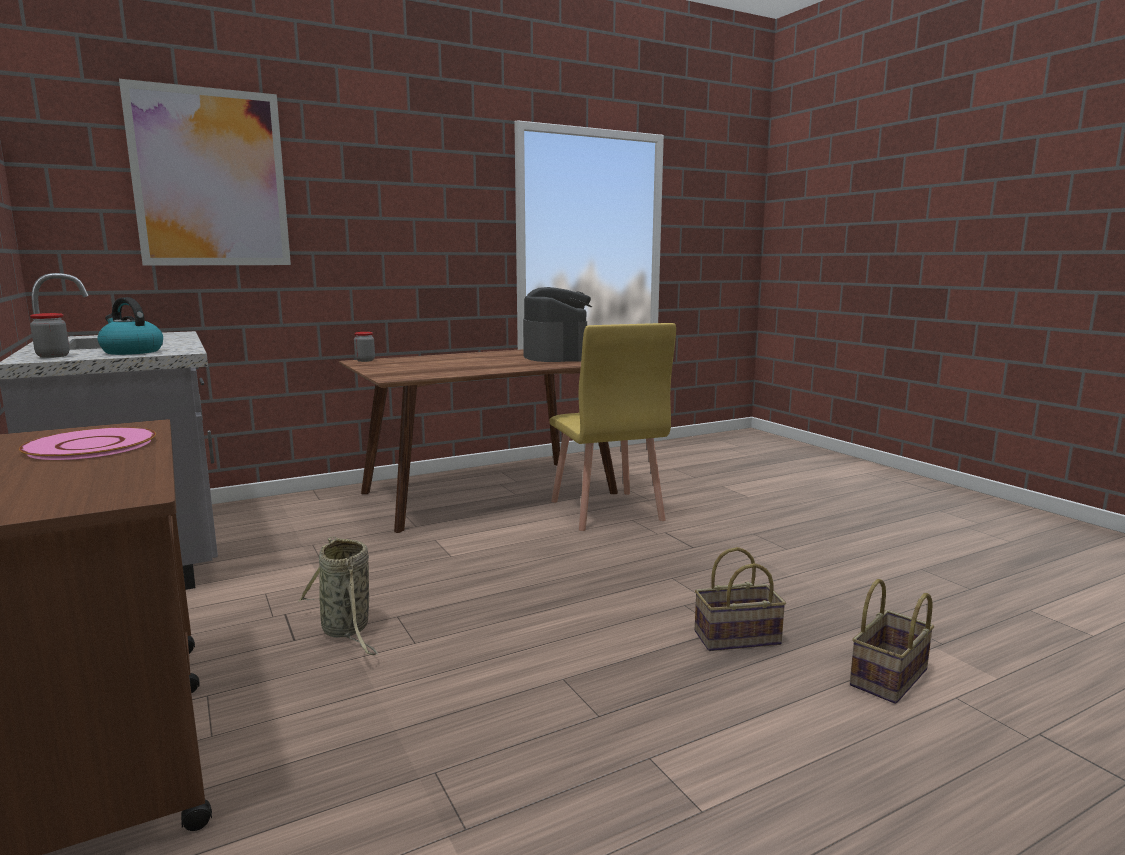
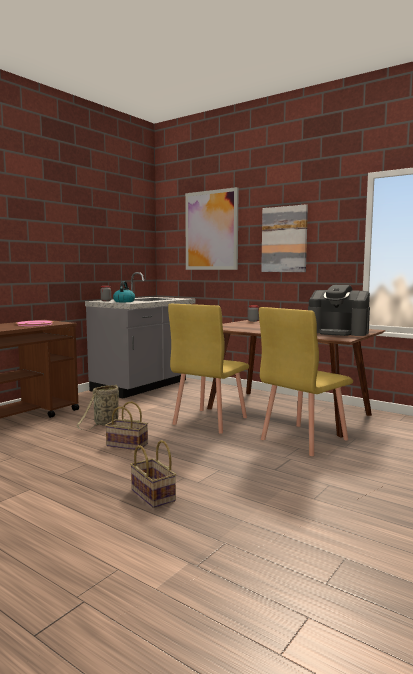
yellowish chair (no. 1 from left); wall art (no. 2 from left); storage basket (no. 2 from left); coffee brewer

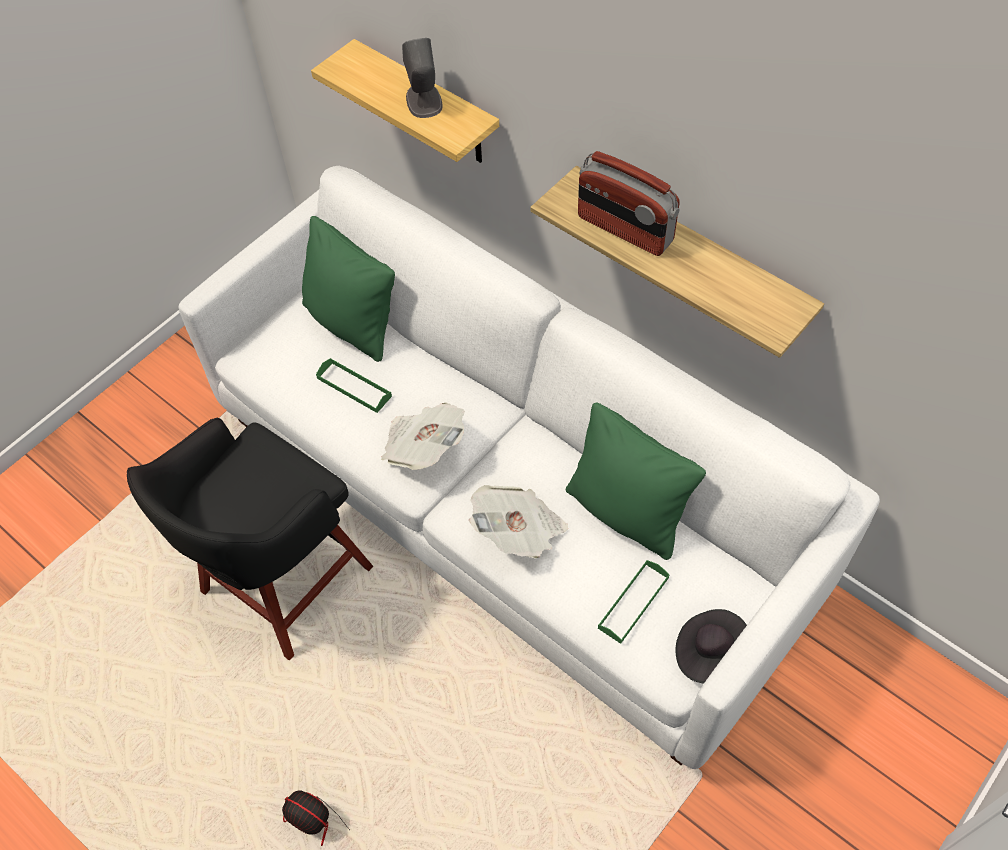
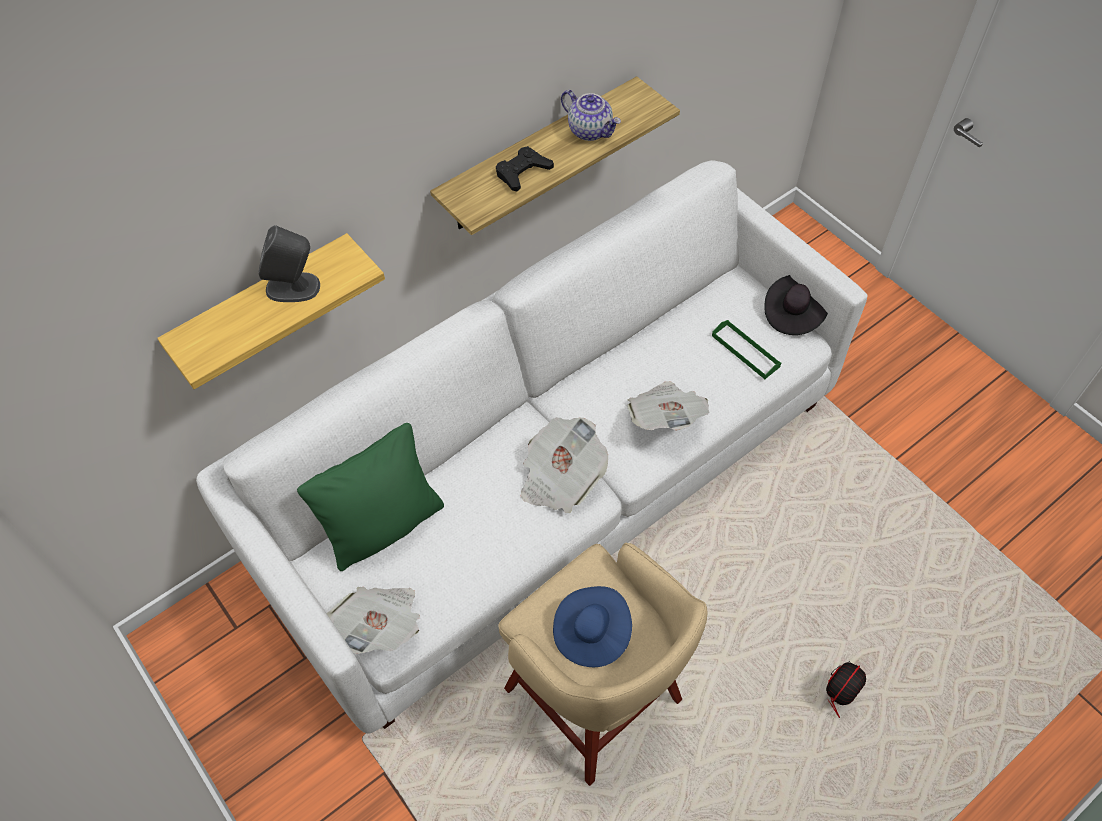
green serving tray (no. 1 from left in the first image); green throw pillow (no. 2 from left in the first image); daily paper (no. 1 from left); bluish wearable hat; tea pot; blackish gamepad; sand-coloured stool

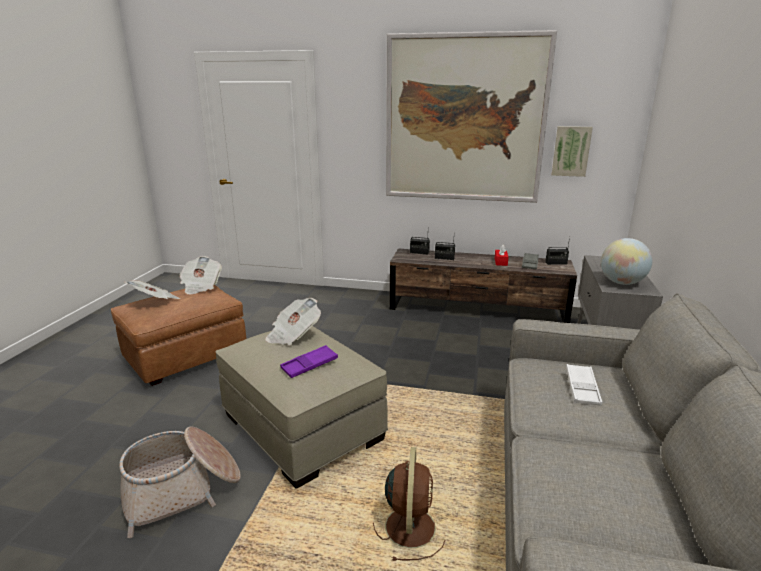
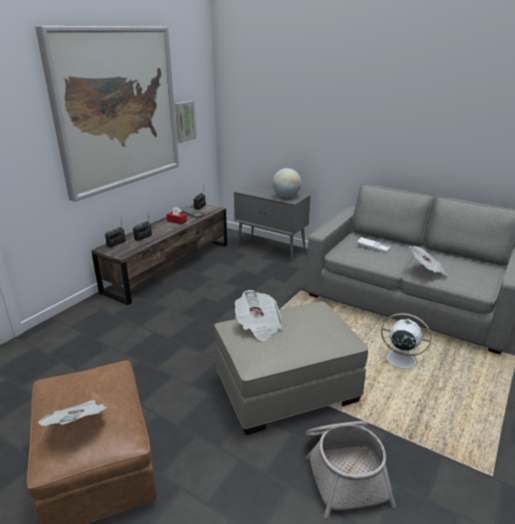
purple serving tray; daily paper (no. 3 from left); white-coloured fan

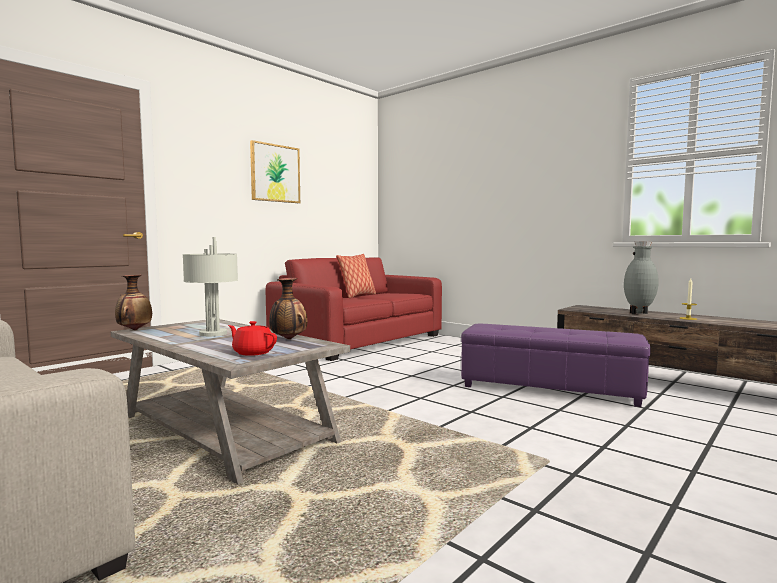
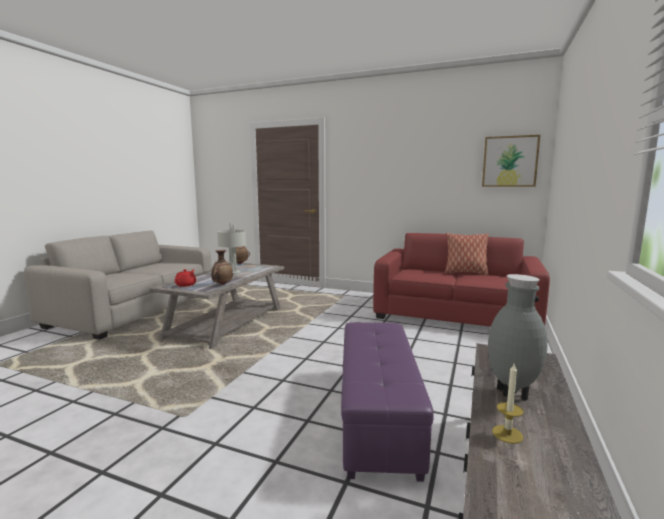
wall art

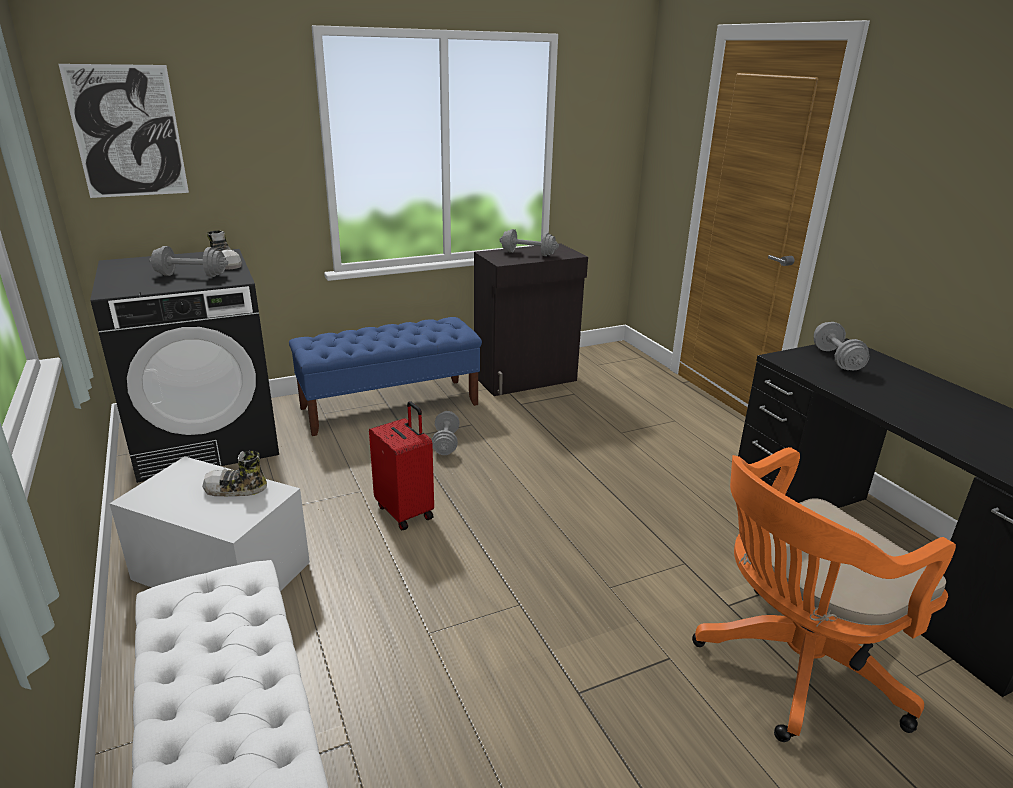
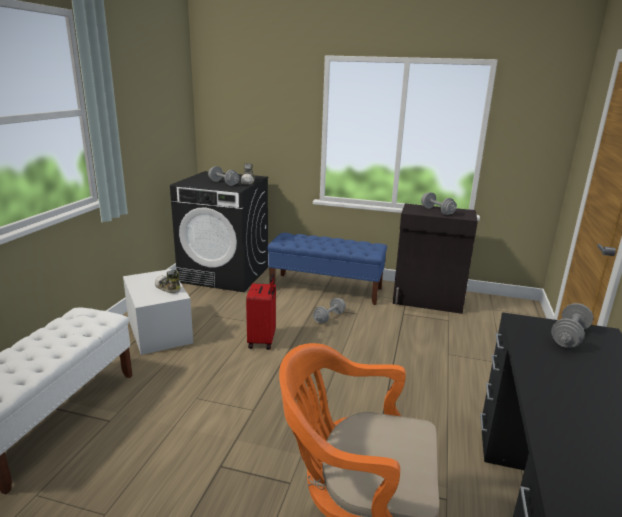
wall art

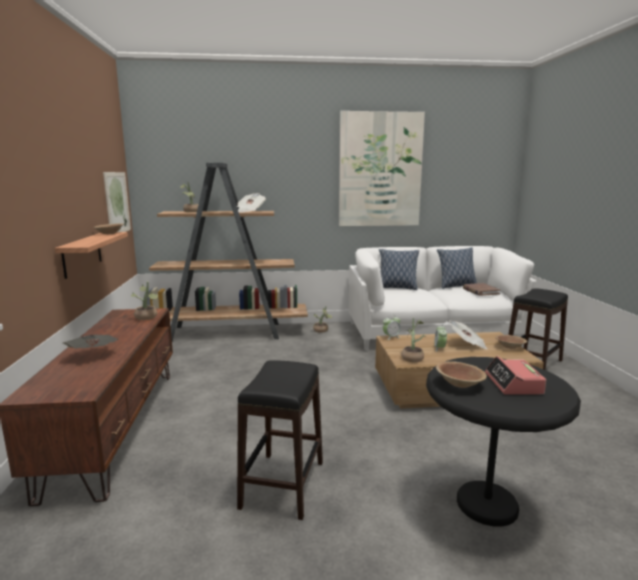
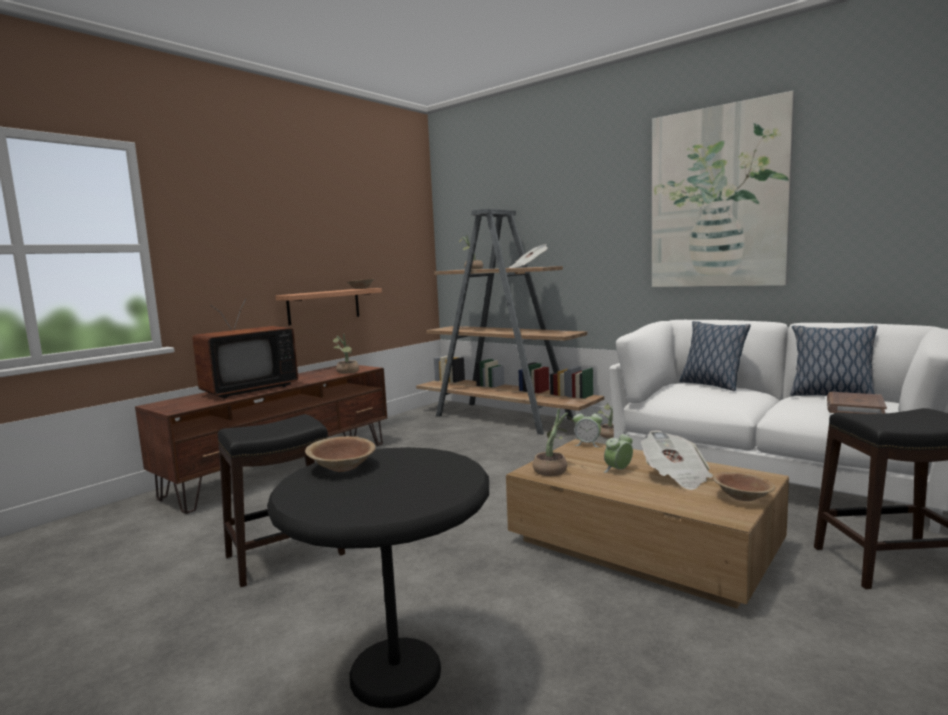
wall art (no. 1 from left in the first image); table clock (no. 3 from left in the first image); TV

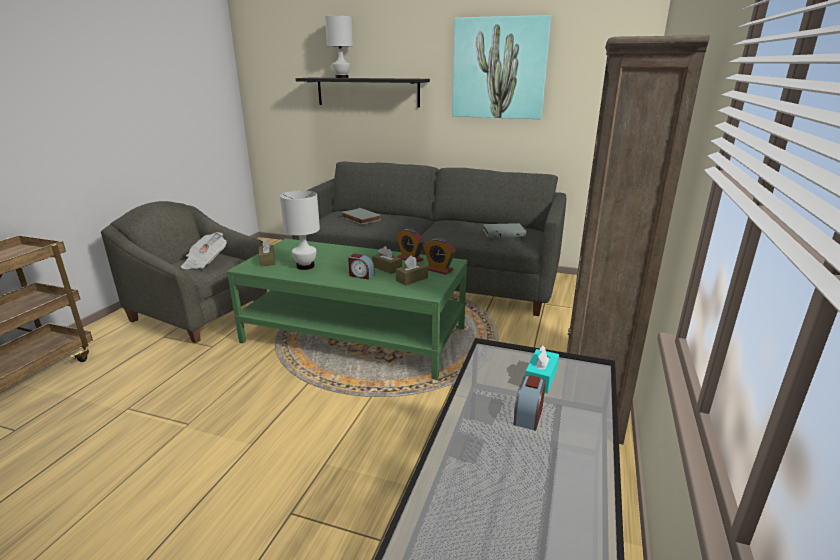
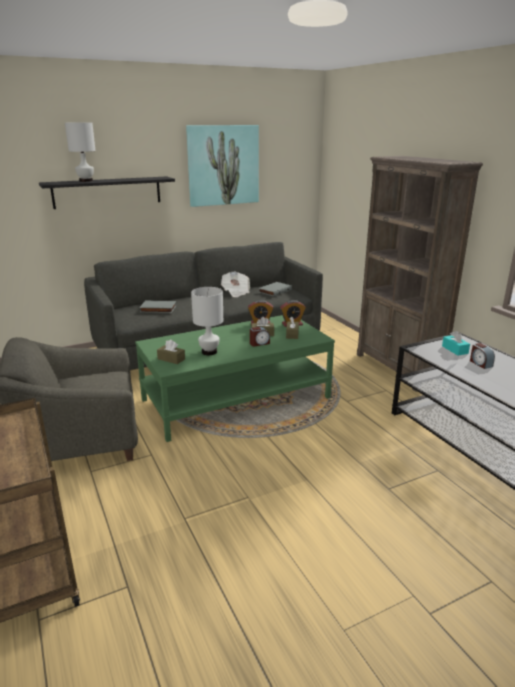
daily paper

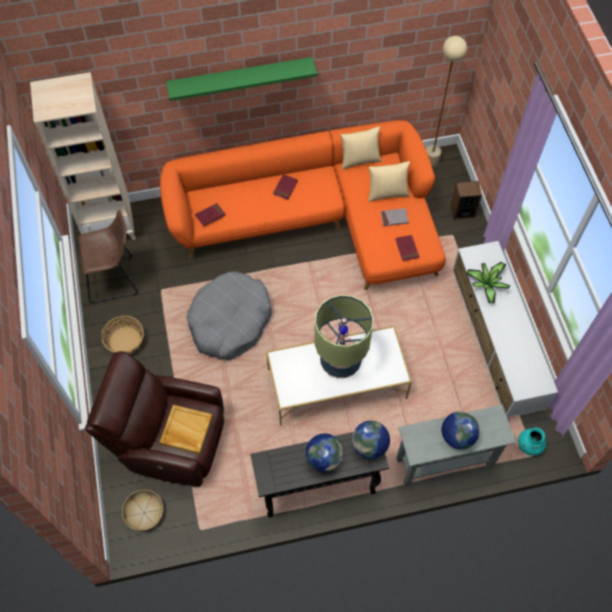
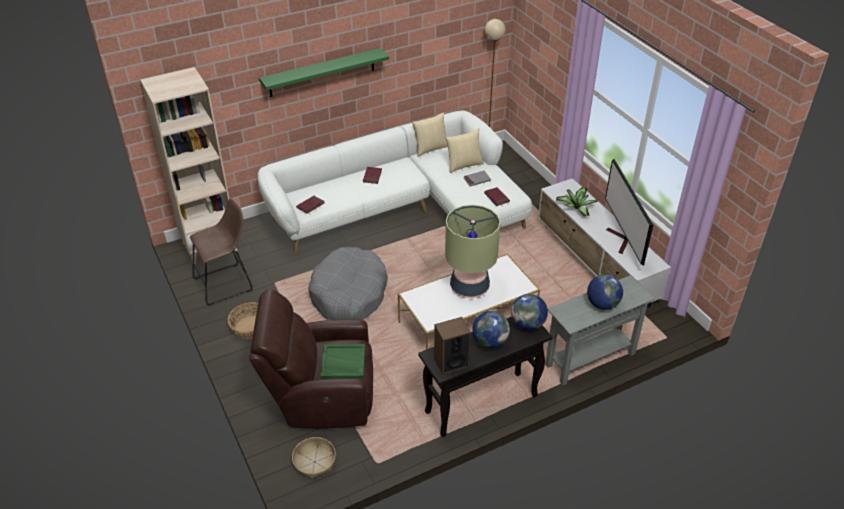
turquoise decorative vase; TV; speaker; white-coloured sofa; green serving tray

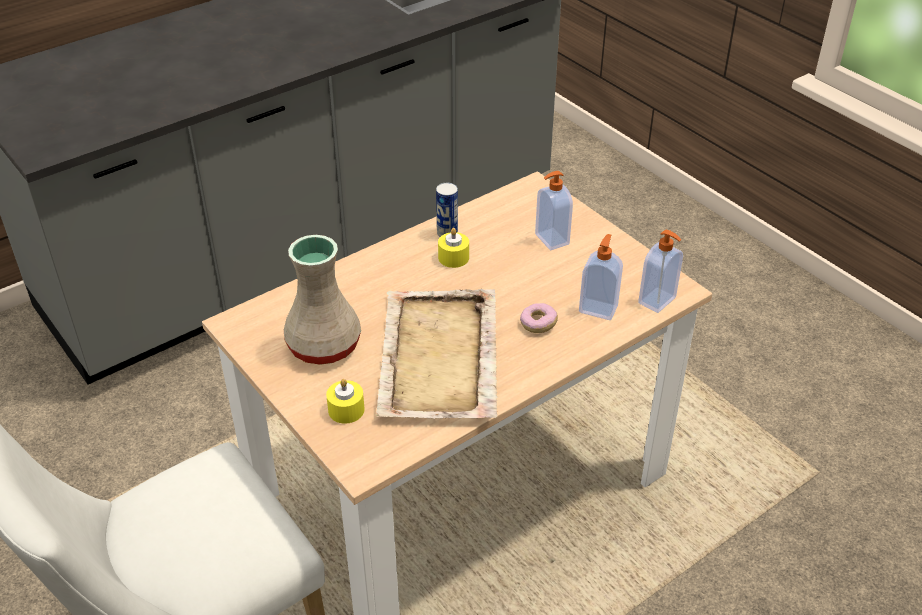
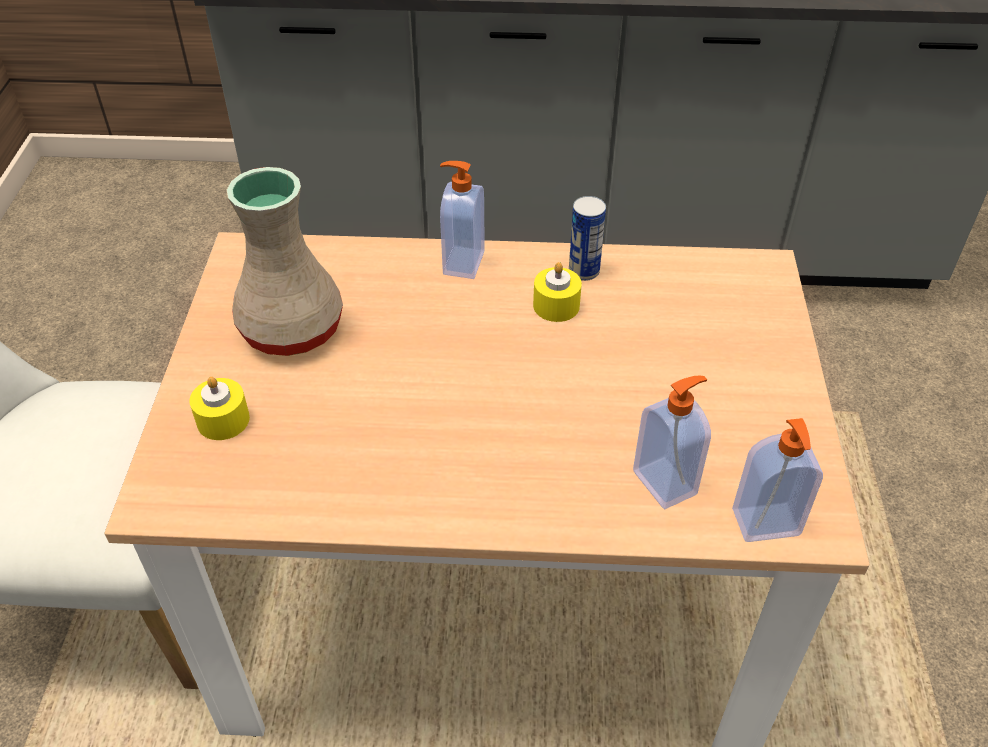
sand-coloured serving tray; ring doughnut; liquid soap bottle (no. 1 from left)

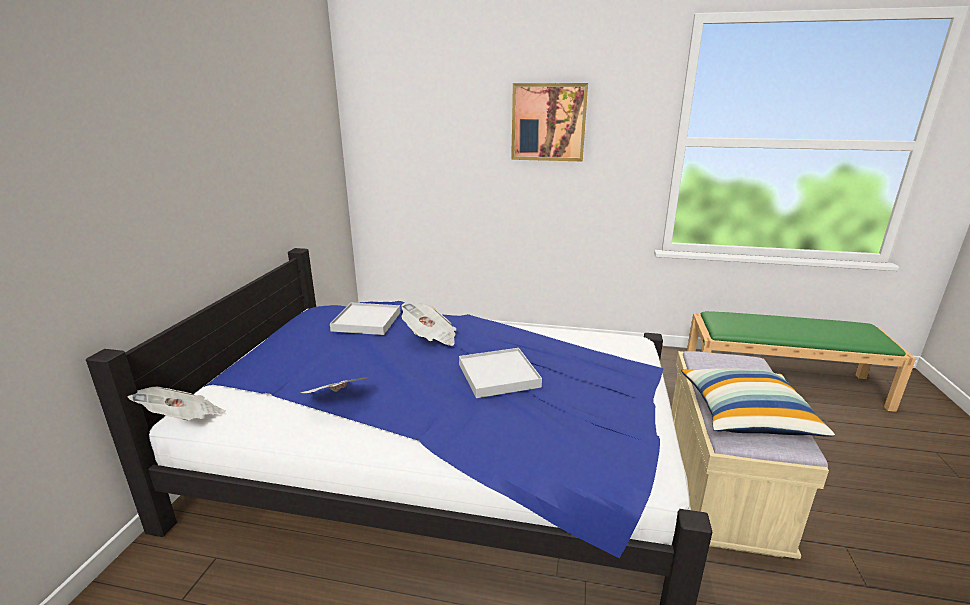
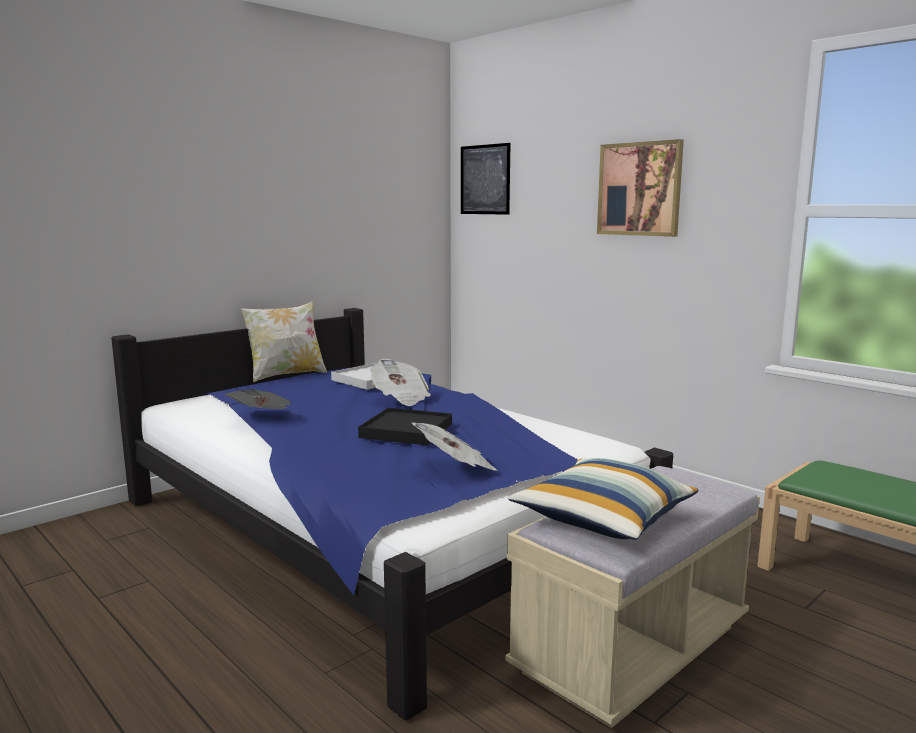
throw pillow (no. 1 from left); wall art (no. 1 from left); daily paper (no. 3 from left); blackish serving tray

